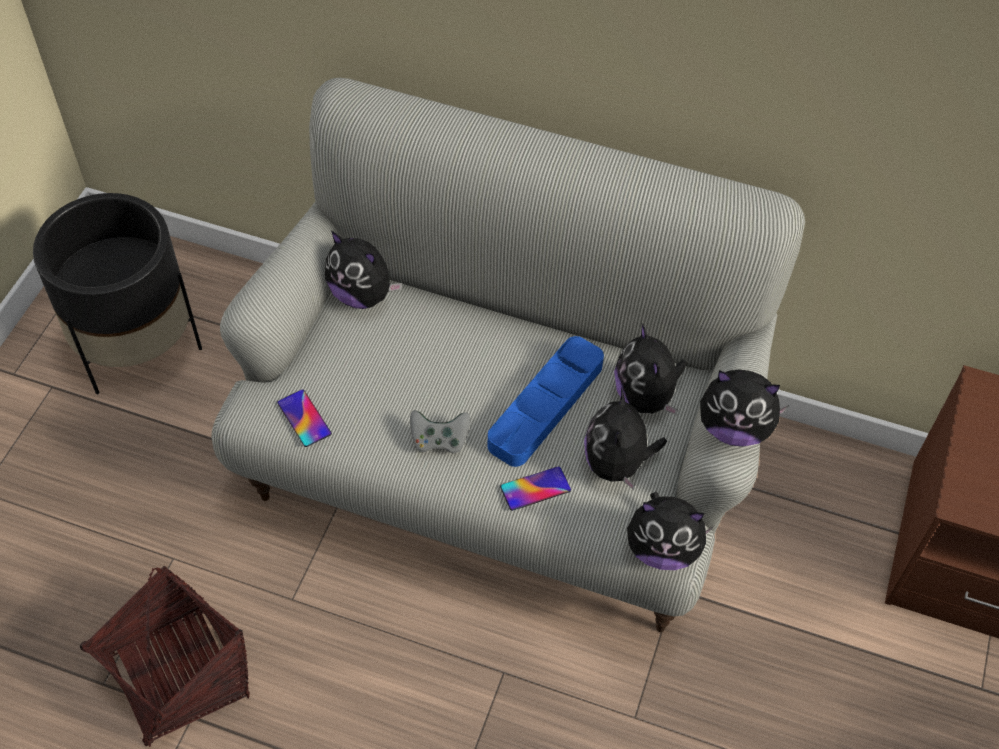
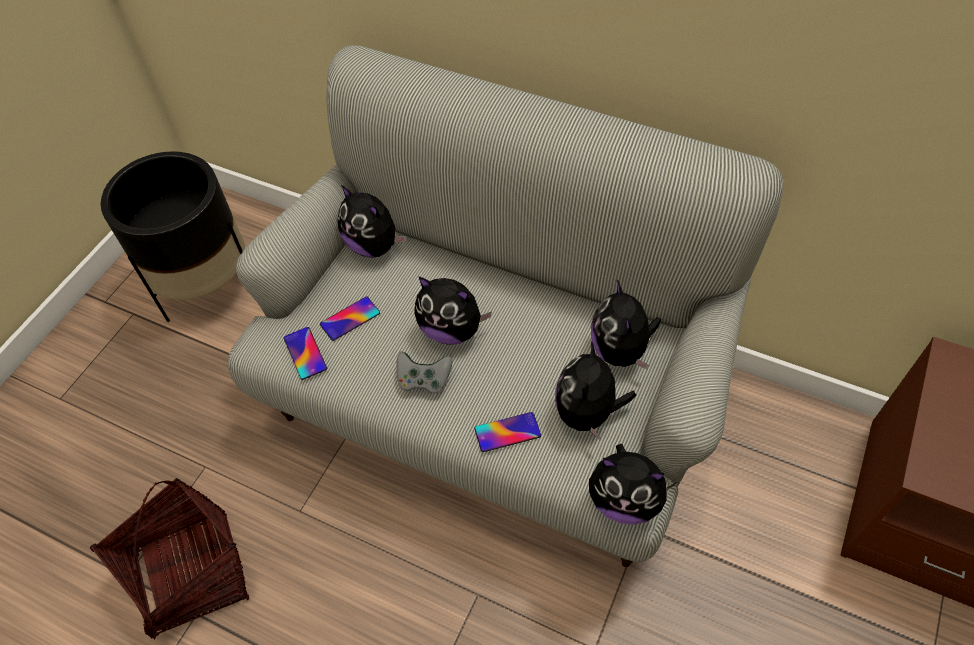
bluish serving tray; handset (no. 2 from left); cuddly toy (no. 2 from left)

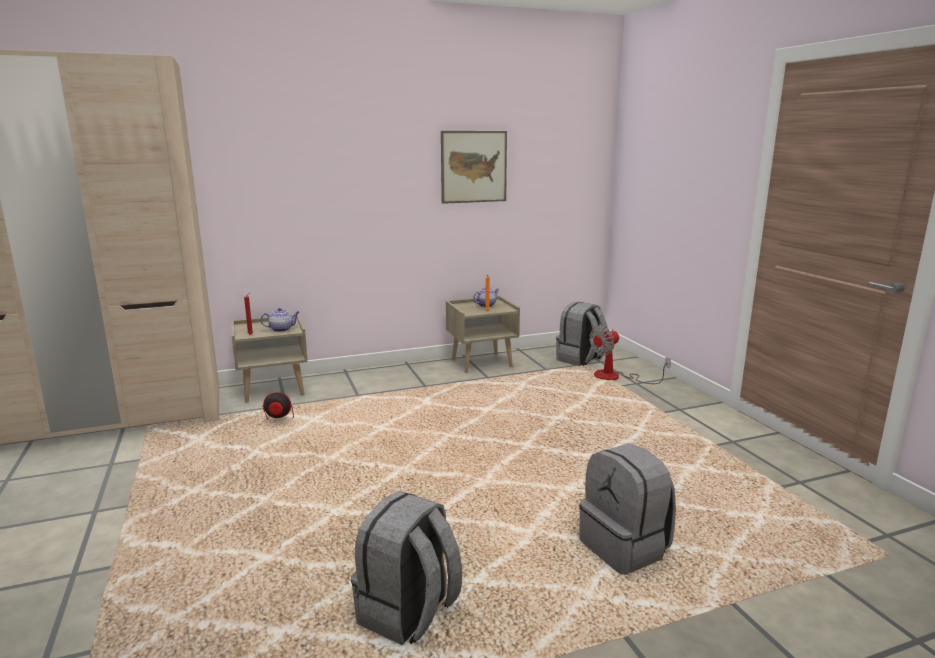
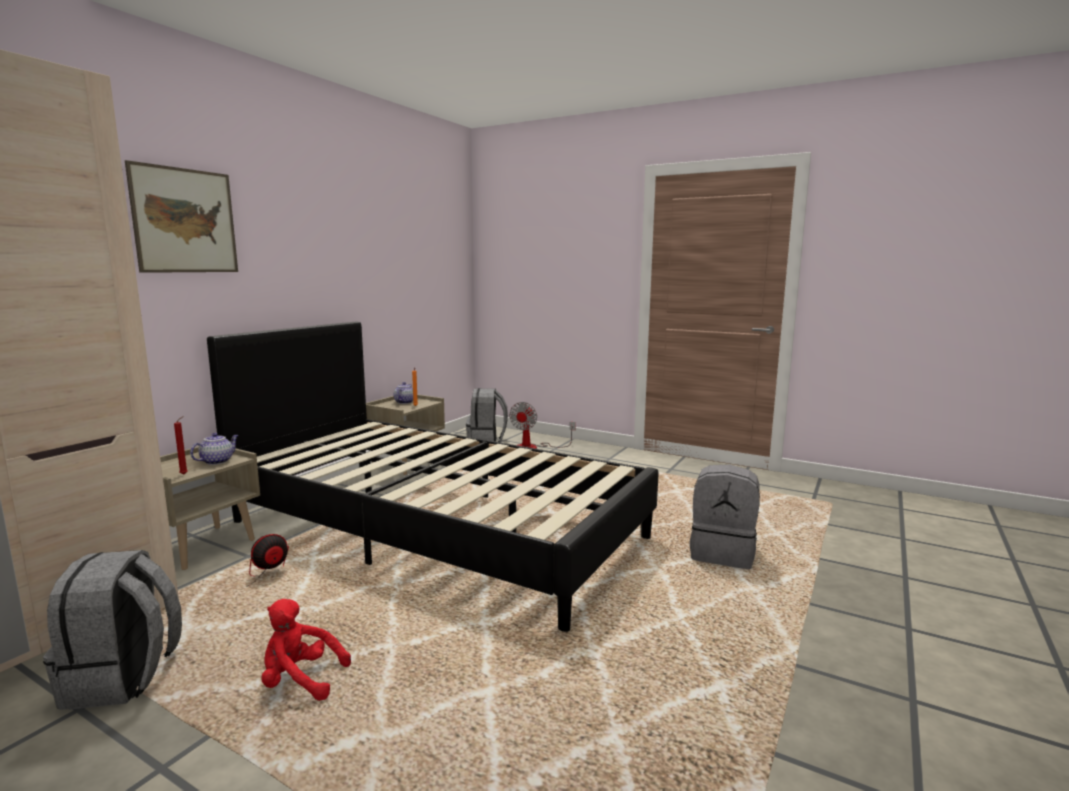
blackish sleeping bed; red cuddly toy; gray backpack (no. 1 from left); wall art

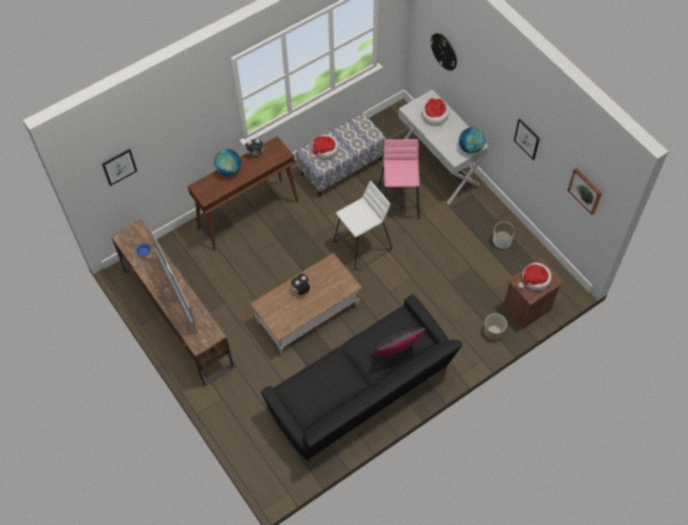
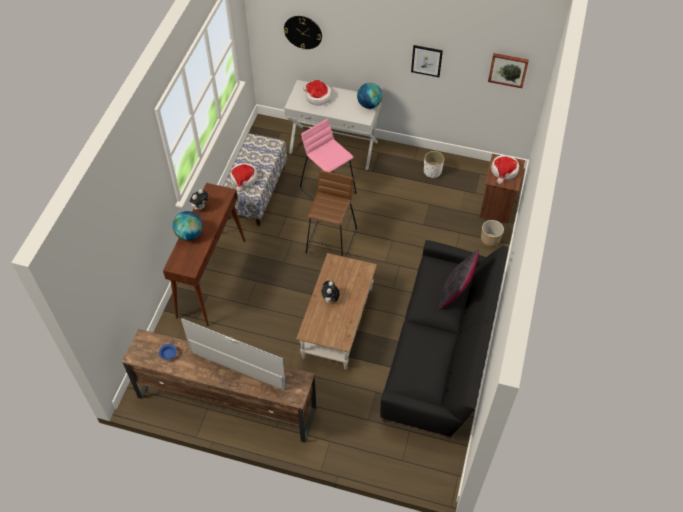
wall art (no. 1 from left in the first image); brown-coloured stool

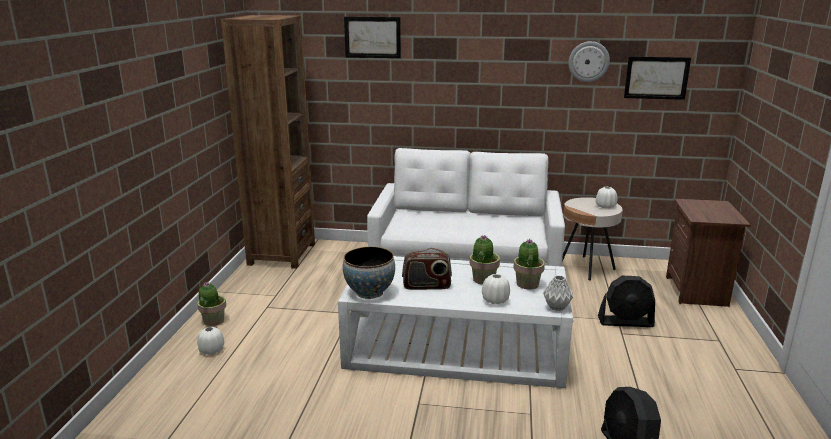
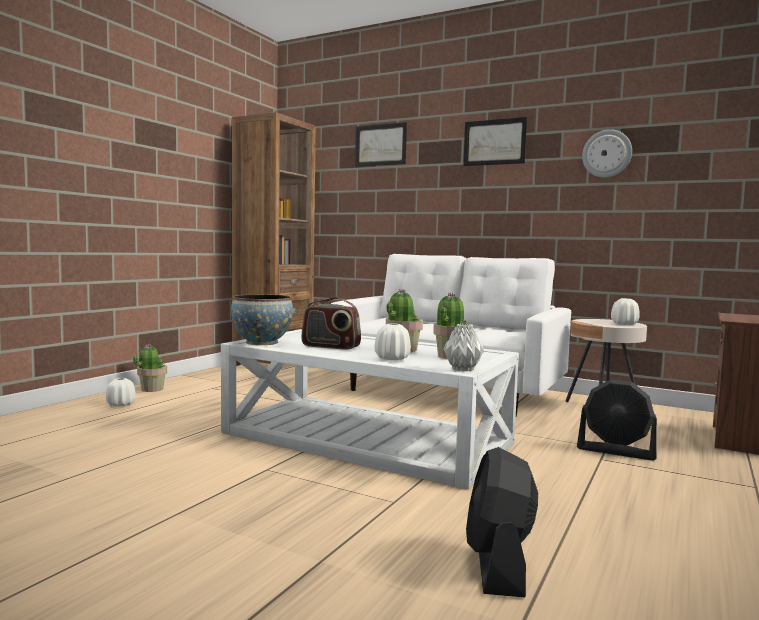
wall art (no. 2 from left)

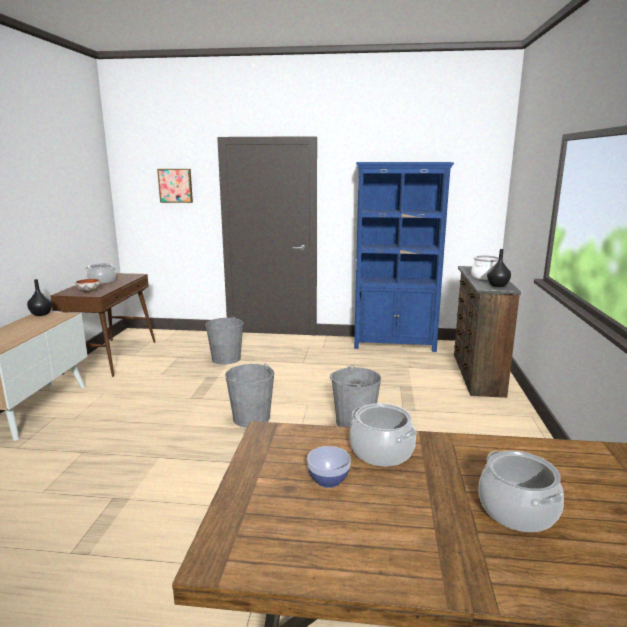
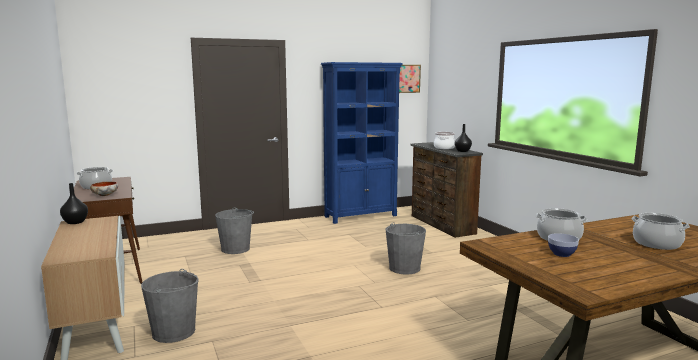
wall art; gray water bucket (no. 1 from left)

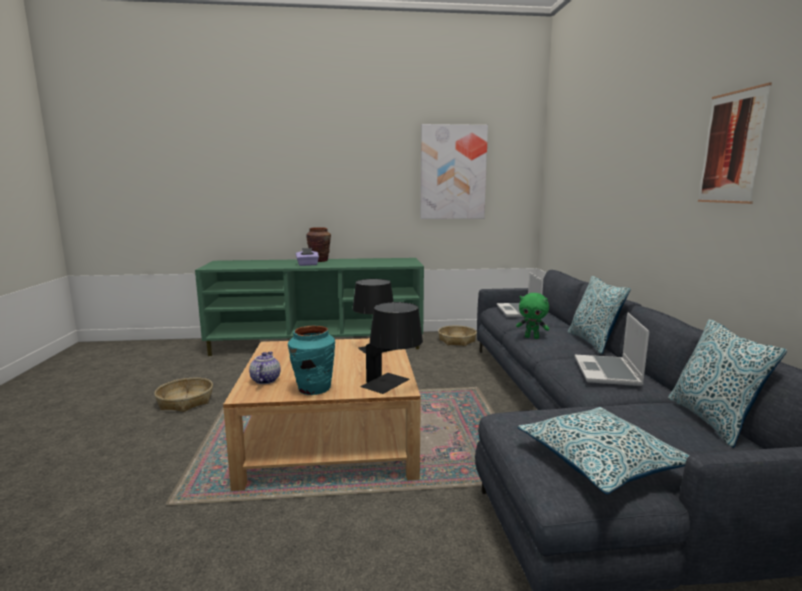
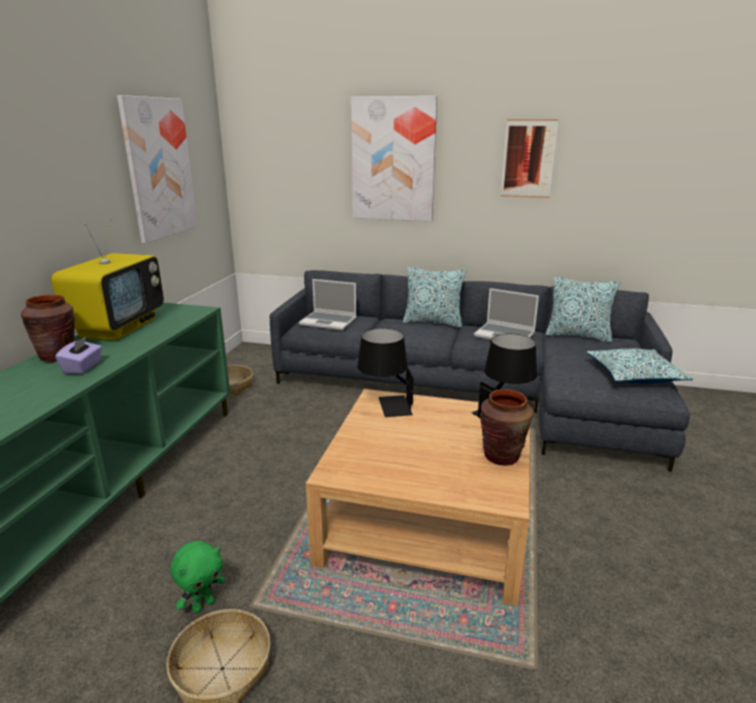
tea pot; TV; wall art (no. 2 from left); green cuddly toy; brown-coloured decorative vase (no. 2 from left)

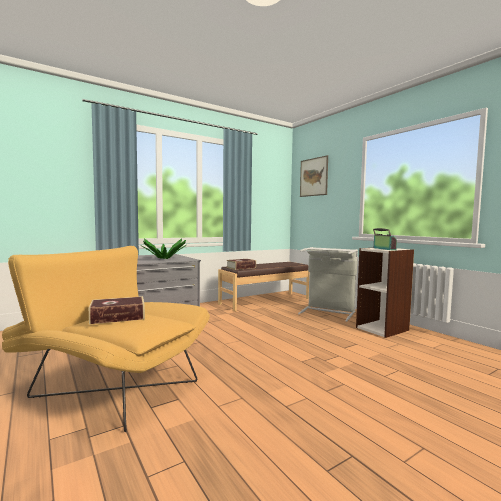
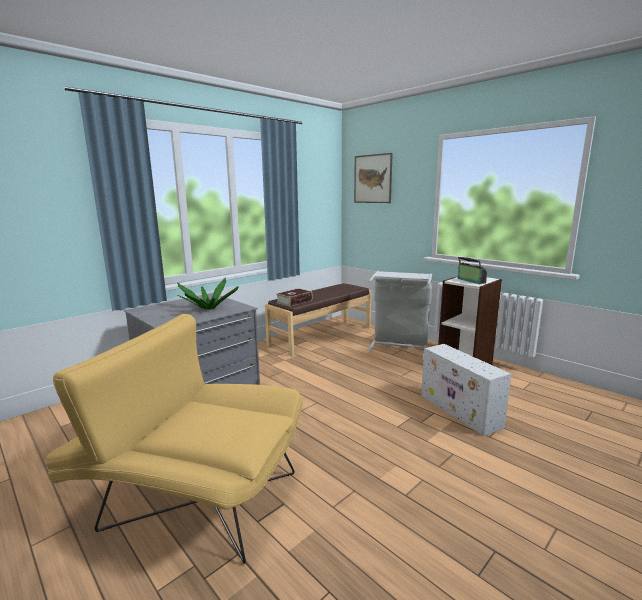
book (no. 1 from left in the first image); white-coloured storage box

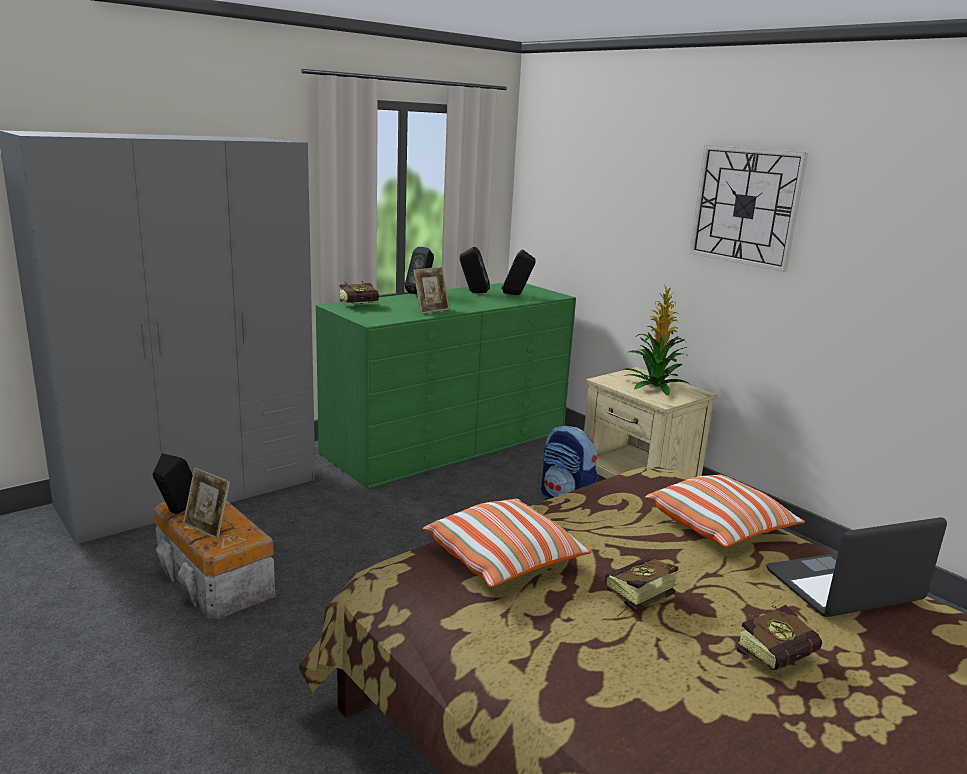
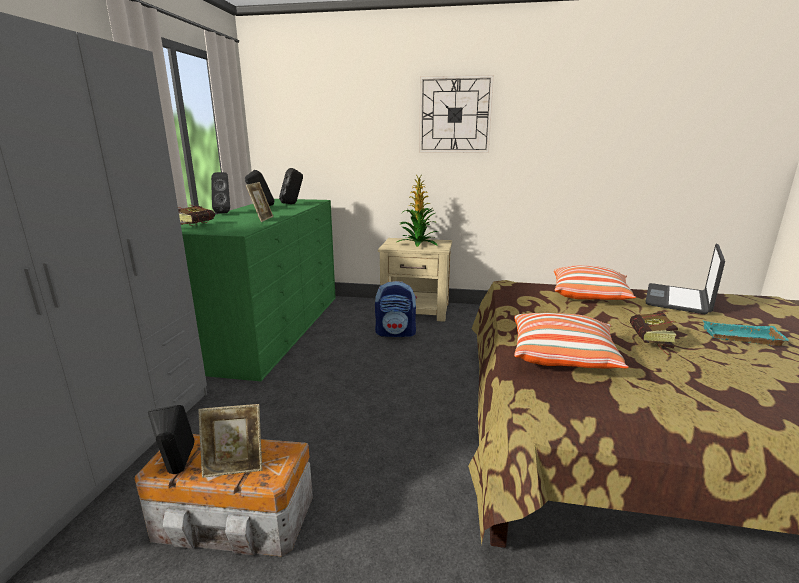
turquoise serving tray

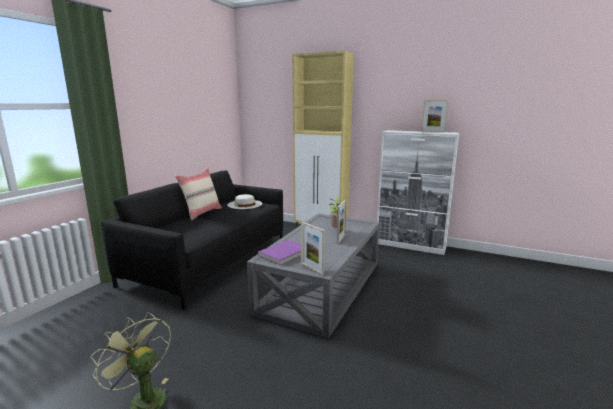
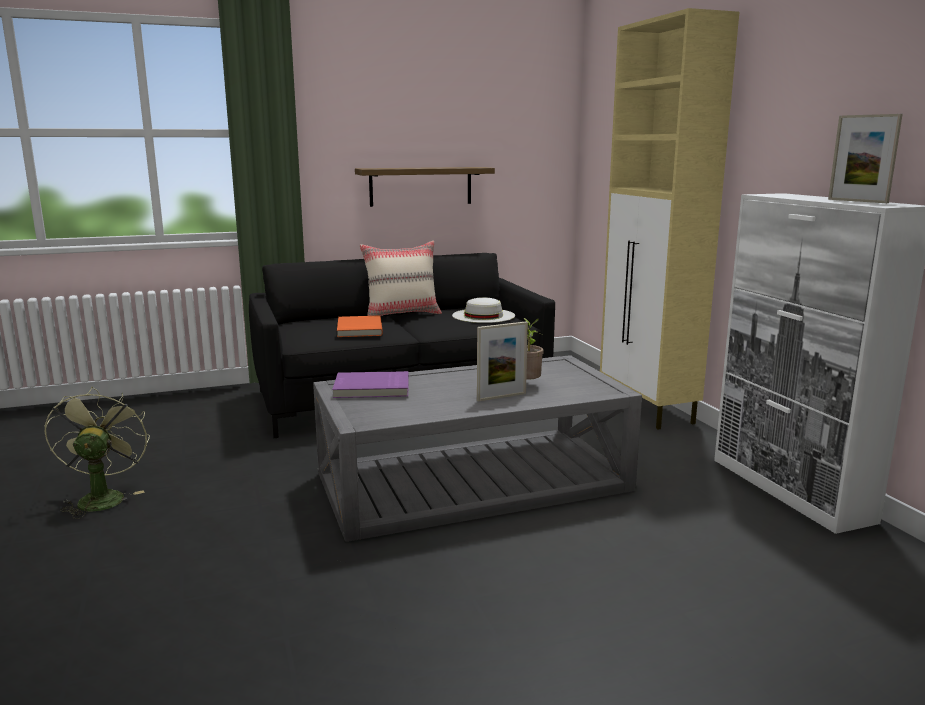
standing frame (no. 1 from left in the first image); orangey book; bracket shelf

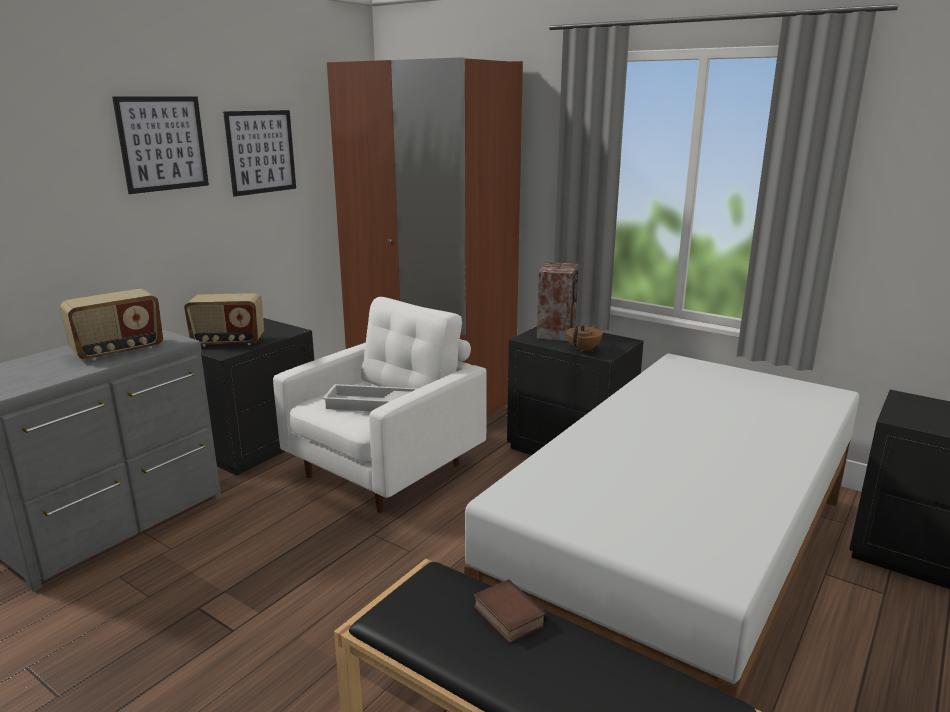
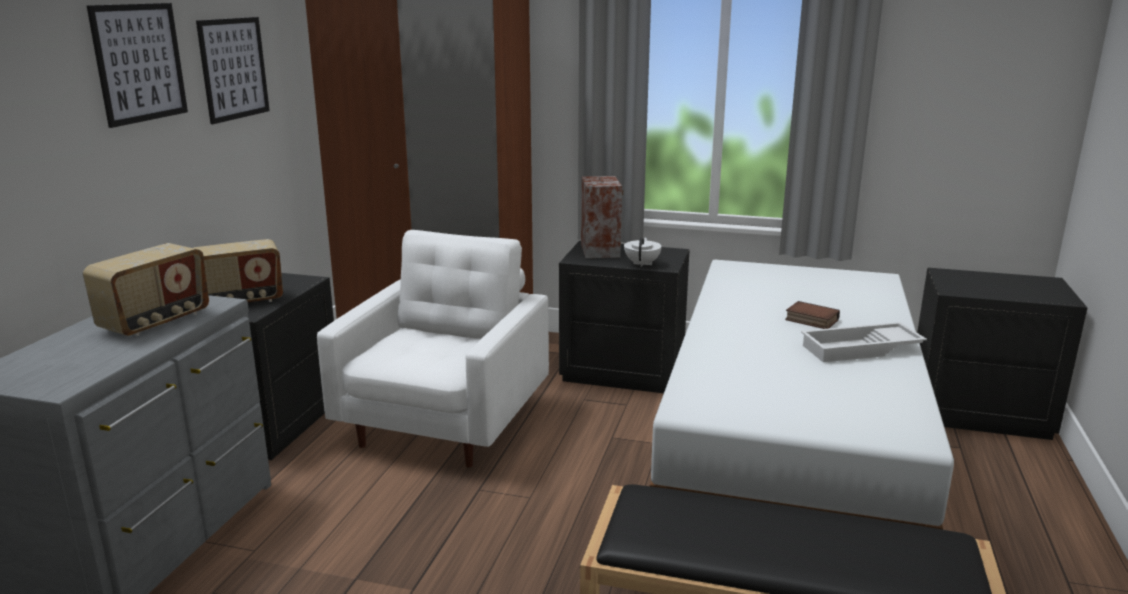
white-coloured serving tray; book; white-coloured tea pot

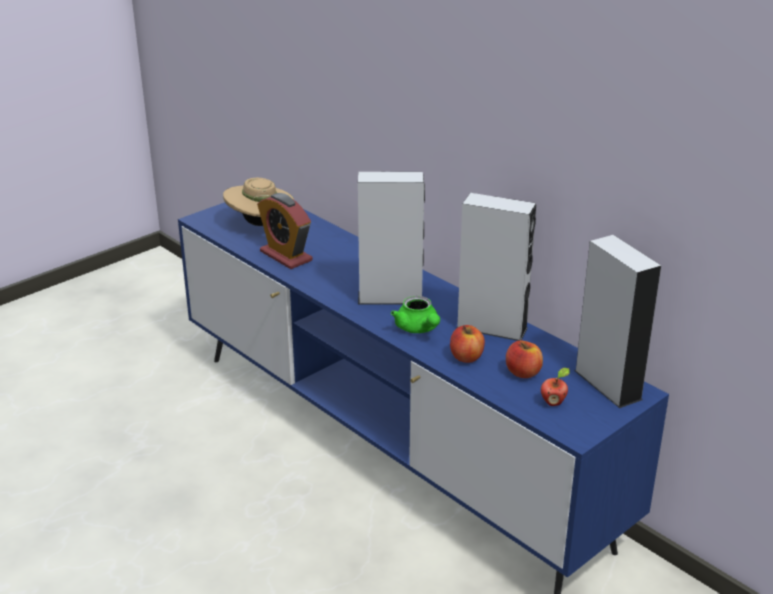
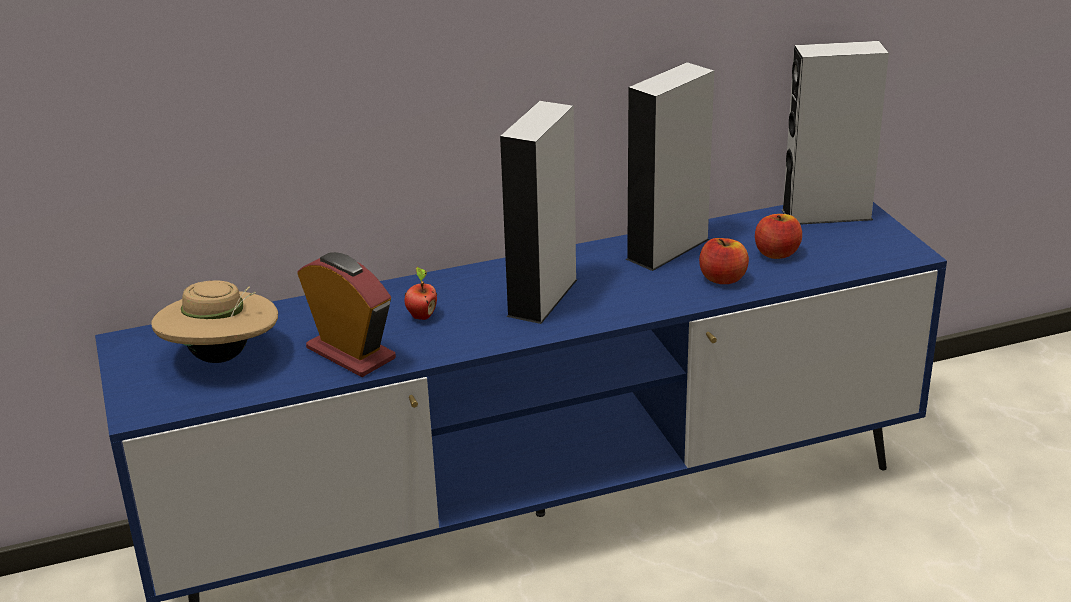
green tea pot; apple (no. 1 from left); table clock

